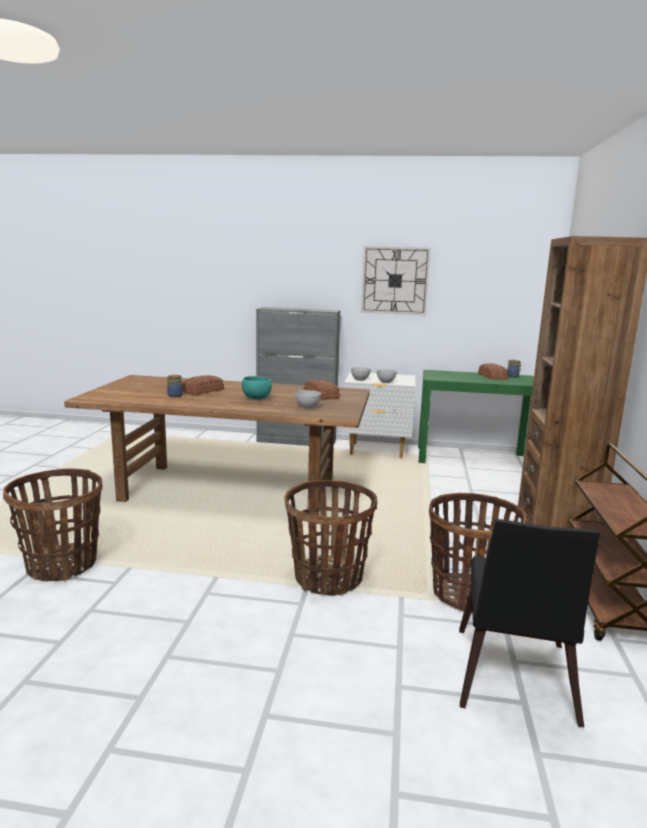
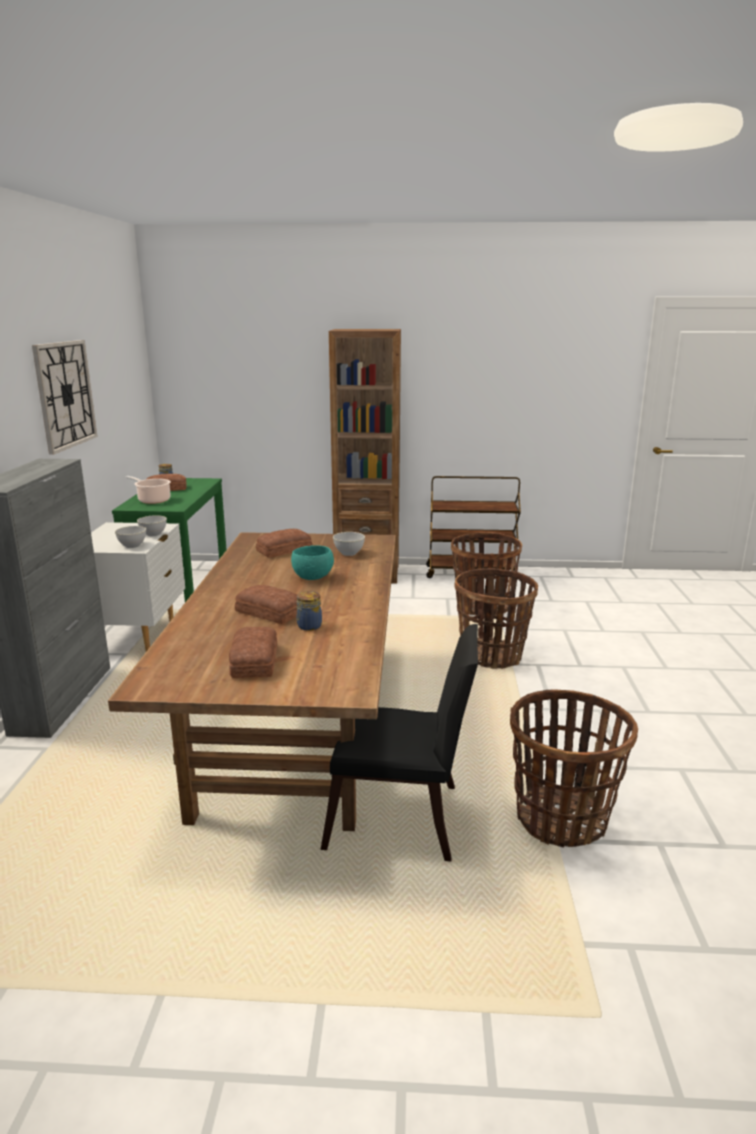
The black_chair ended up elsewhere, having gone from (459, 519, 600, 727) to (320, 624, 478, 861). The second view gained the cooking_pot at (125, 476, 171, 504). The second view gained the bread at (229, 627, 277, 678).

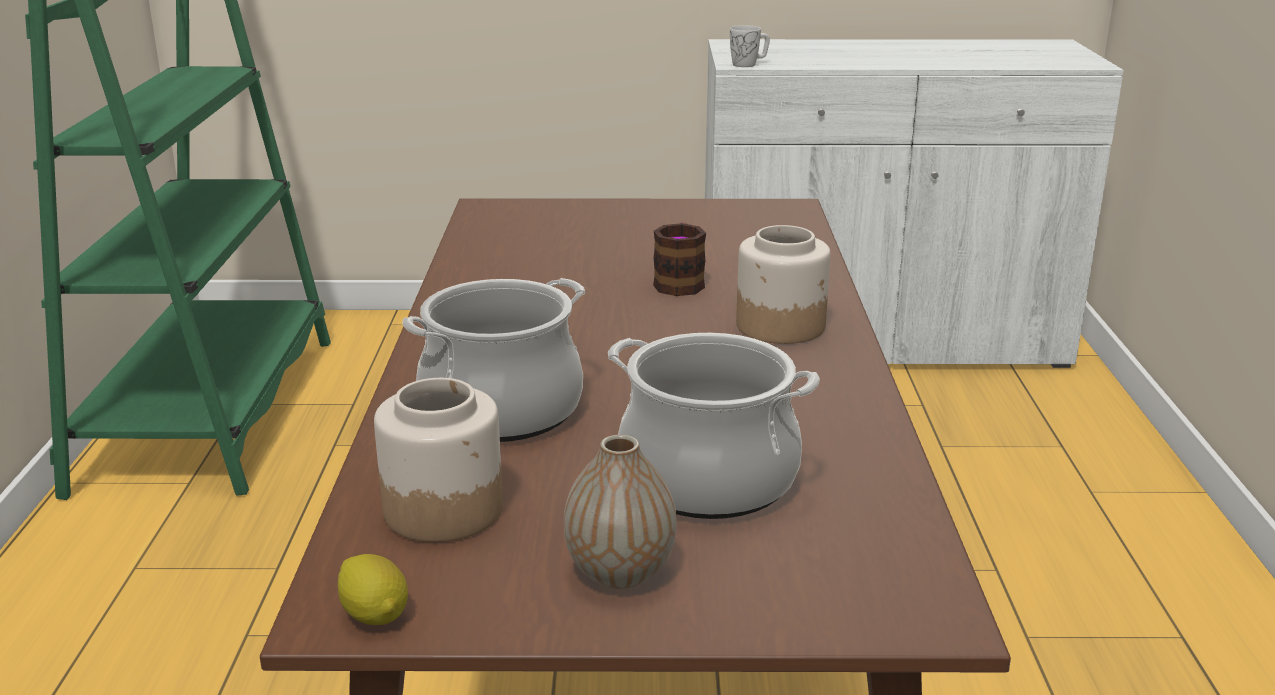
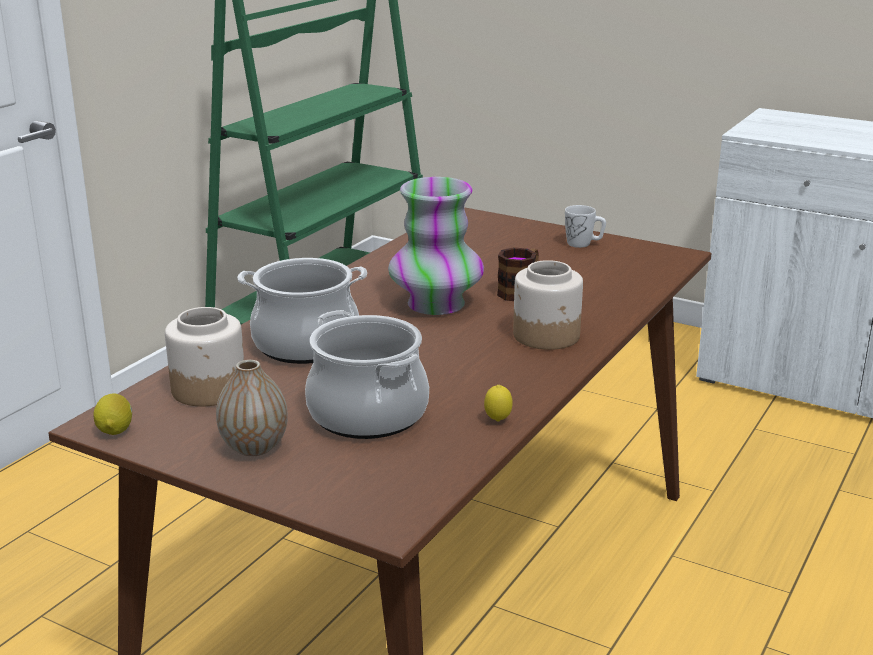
The white_mug ended up elsewhere, having gone from (730, 25, 770, 67) to (565, 205, 606, 248). The second view gained the vase at (388, 177, 484, 315). The second view gained the lemon at (484, 385, 513, 422).

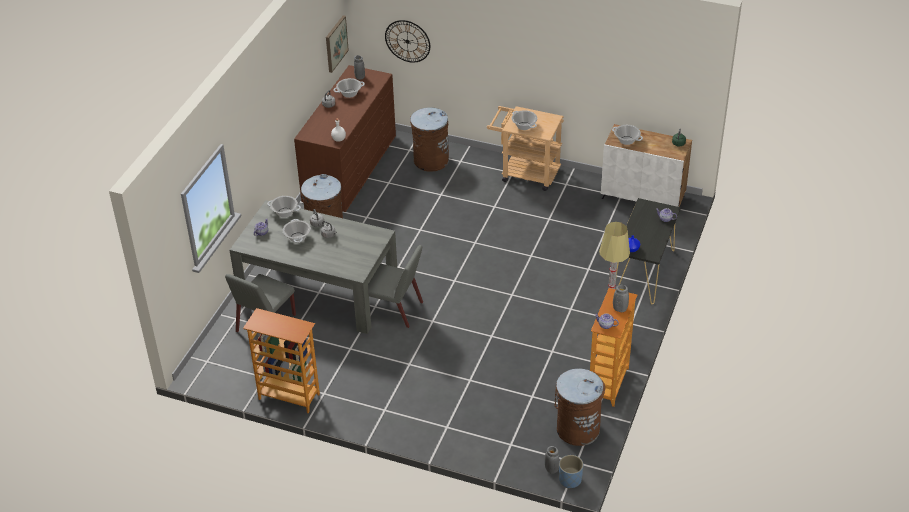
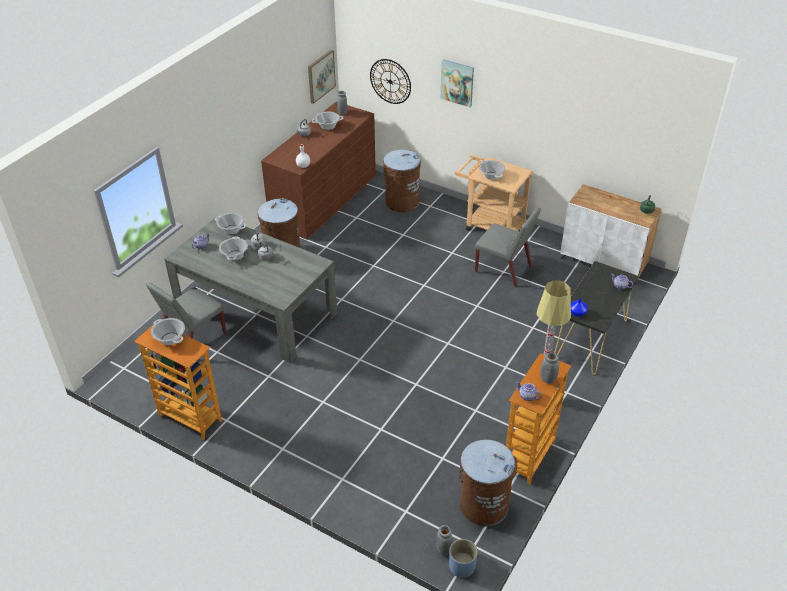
The grey_chair ended up elsewhere, having gone from (368, 245, 423, 328) to (475, 207, 541, 287). The cooking_pot ended up elsewhere, having gone from (612, 125, 643, 145) to (151, 318, 185, 345). The second view gained the picture at (440, 59, 474, 107).

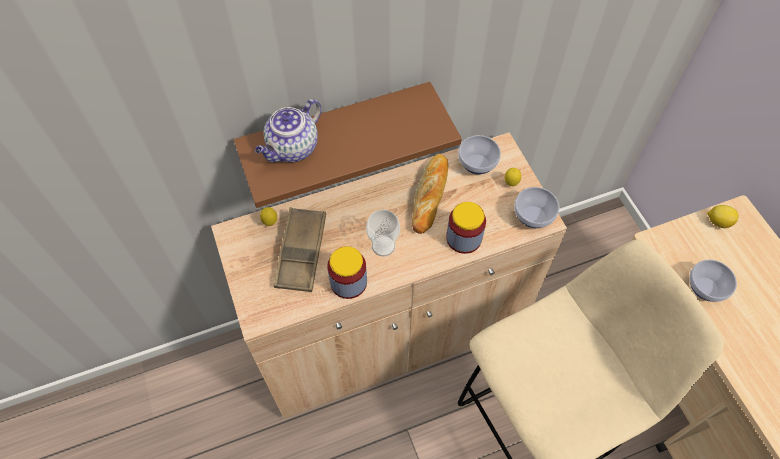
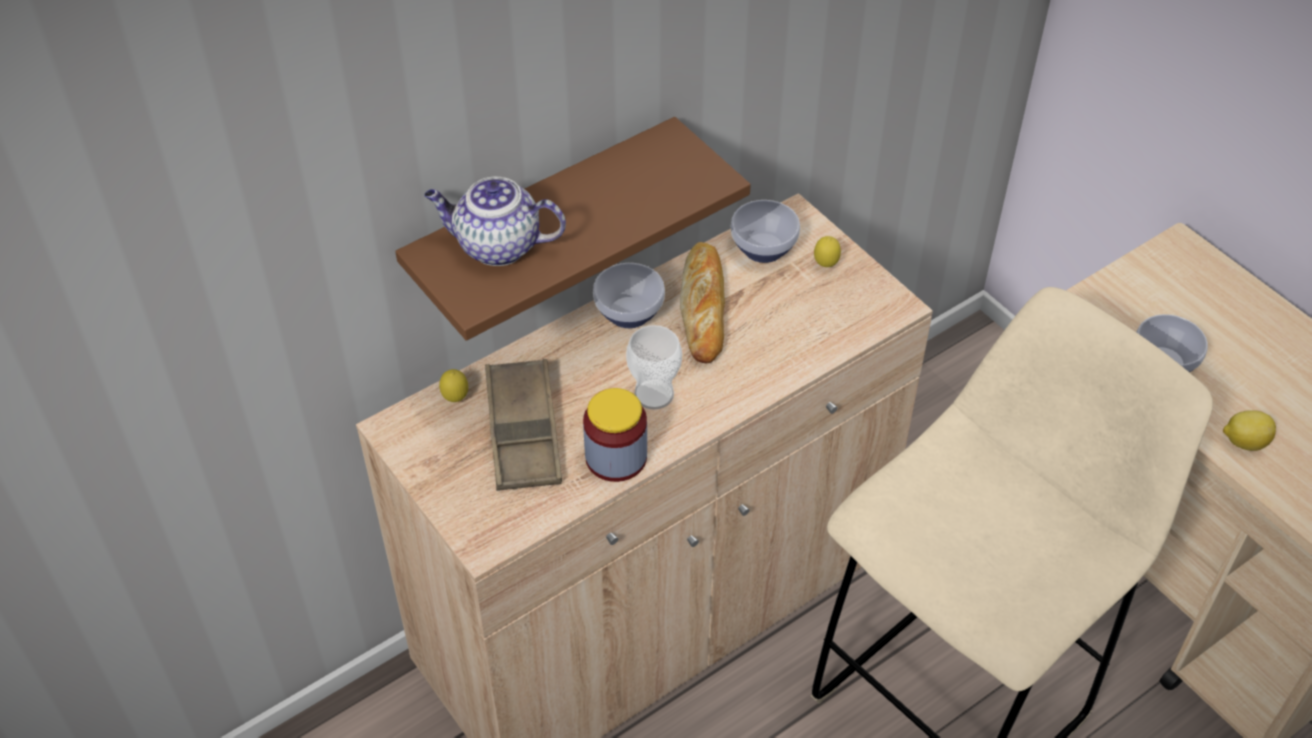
The teapot at (255, 99, 322, 162) ended up facing another way, 75 degrees clockwise from before. The second view lost the jar at (446, 202, 486, 254). The bowl ended up elsewhere, having gone from (514, 187, 559, 228) to (593, 263, 665, 328). The lemon ended up elsewhere, having gone from (707, 205, 739, 228) to (1223, 410, 1276, 451).

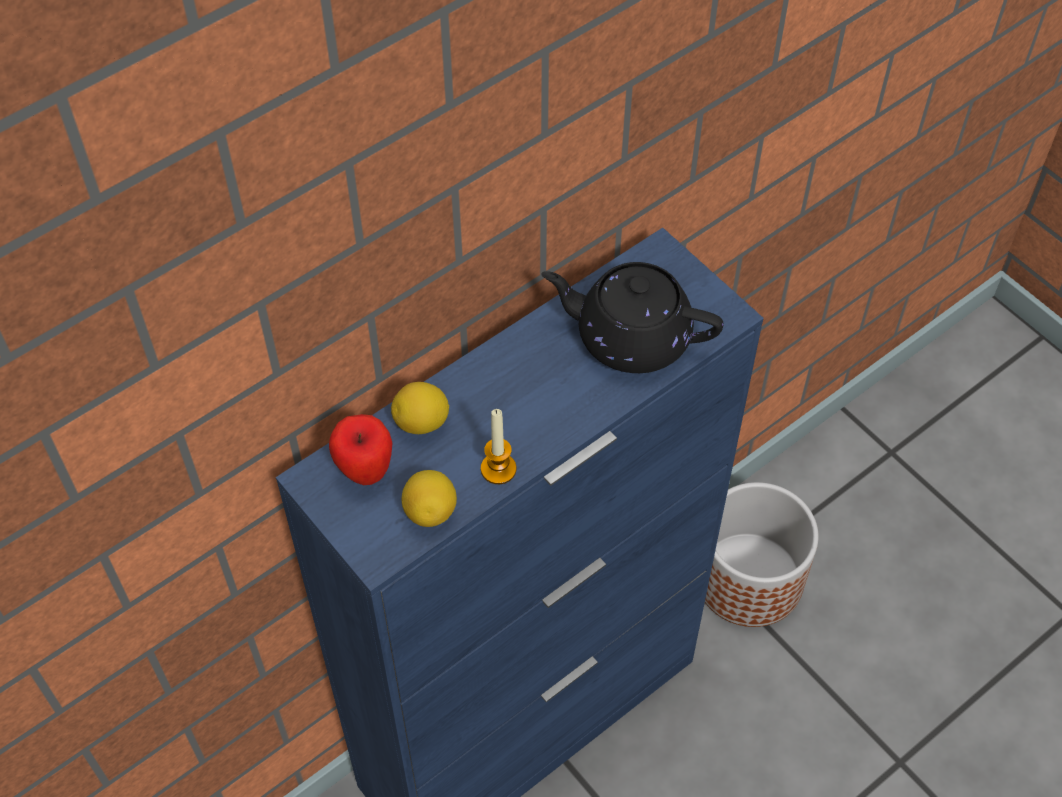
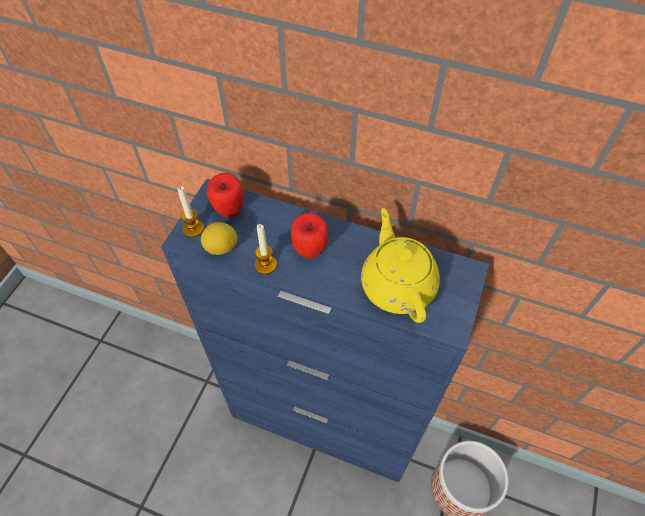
The second view lost the lemon at (391, 382, 449, 434). What was the black_teapot at (541, 262, 723, 373) turned into the yellow_teapot at (361, 208, 440, 323). The second view gained the candle at (177, 187, 204, 237). The second view gained the apple at (291, 212, 328, 259).

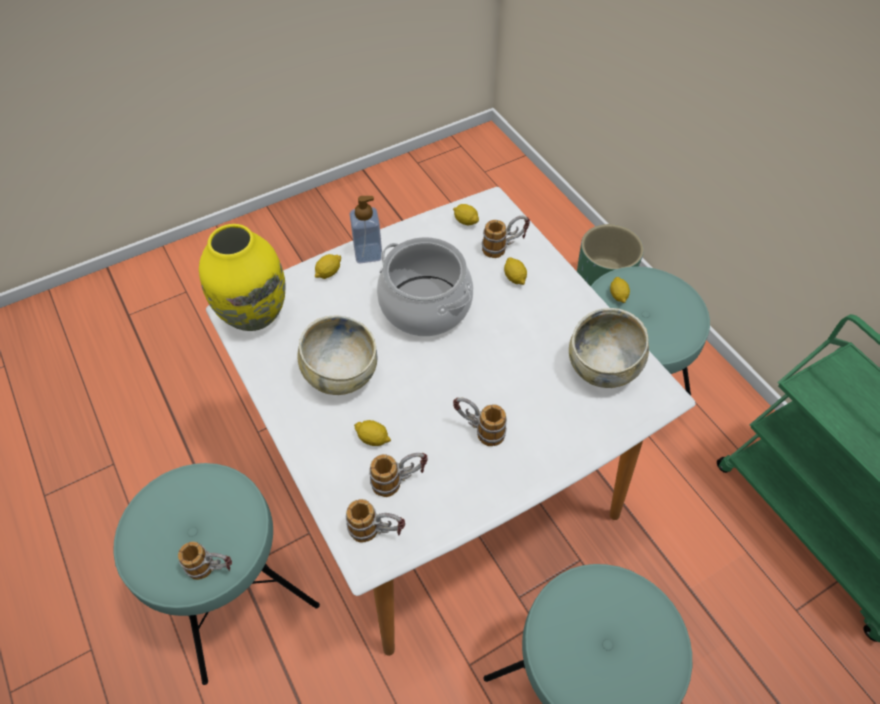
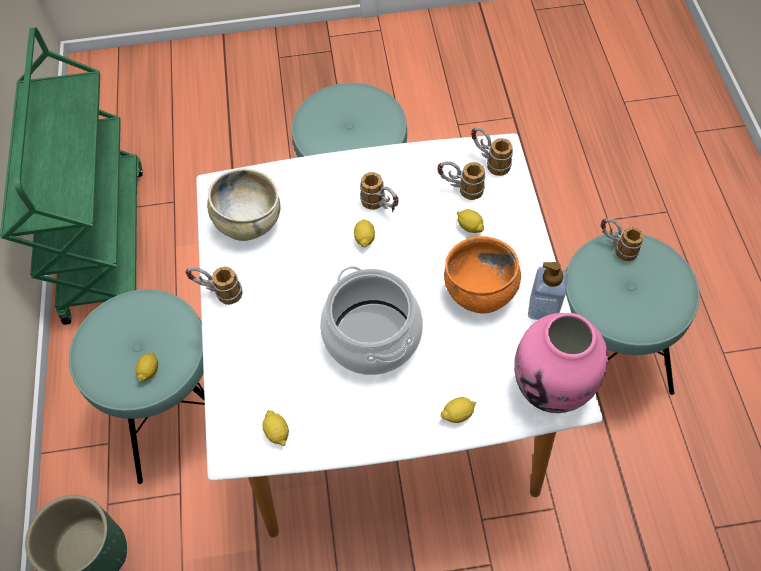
What was the yellow_vase at (199, 224, 285, 331) turned into the pink_vase at (514, 313, 608, 413). What was the beige_bowl at (297, 315, 377, 395) turned into the orange_bowl at (444, 236, 521, 313). The soap_dispenser ended up elsewhere, having gone from (349, 196, 382, 263) to (528, 262, 568, 320). The mug ended up elsewhere, having gone from (482, 216, 530, 258) to (185, 266, 243, 305). The lemon ended up elsewhere, having gone from (504, 257, 527, 285) to (354, 219, 375, 247).

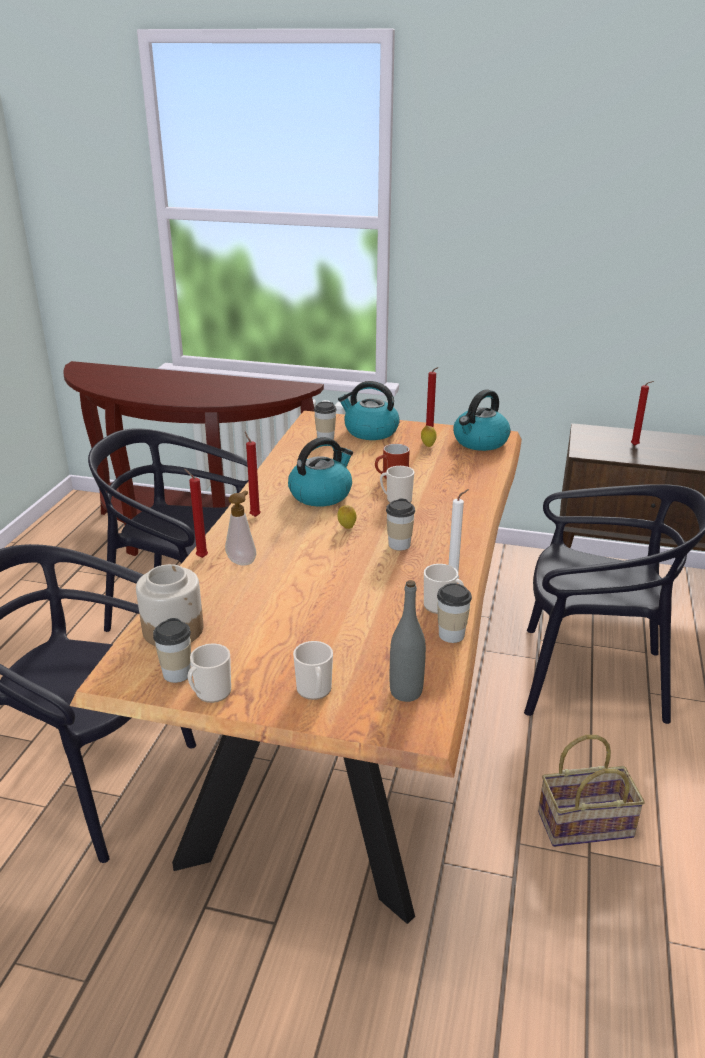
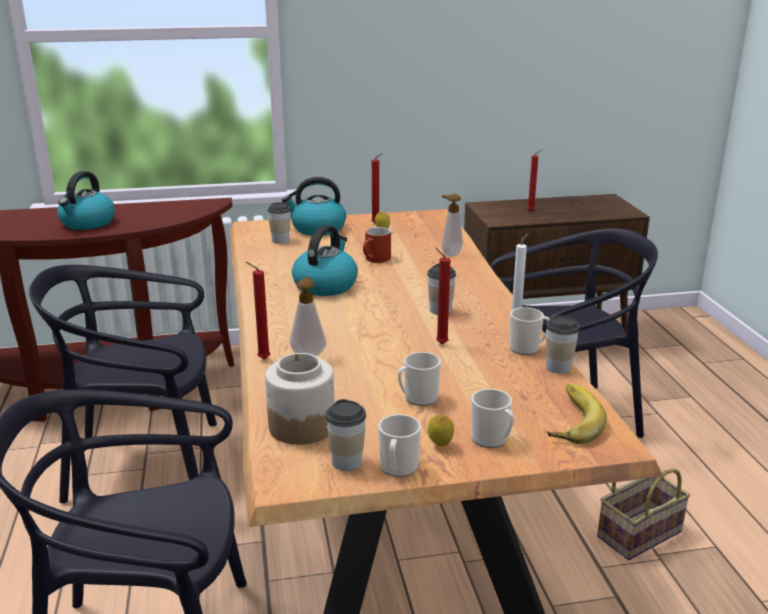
The red_candle ended up elsewhere, having gone from (245, 432, 261, 517) to (435, 247, 450, 344). The lemon ended up elsewhere, having gone from (338, 505, 357, 529) to (428, 415, 454, 446). The mug ended up elsewhere, having gone from (380, 466, 414, 503) to (398, 352, 441, 406). Where the grey_bottle stood at (390, 580, 426, 702), the banana came to stand at (548, 384, 607, 444). The kettle ended up elsewhere, having gone from (453, 389, 510, 451) to (57, 171, 115, 230). The second view gained the soap_dispenser at (442, 194, 463, 257).

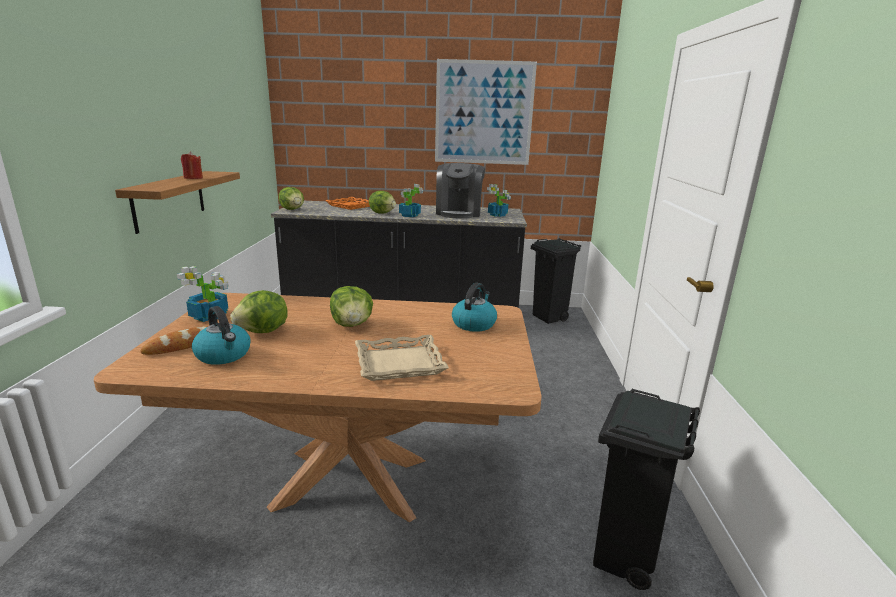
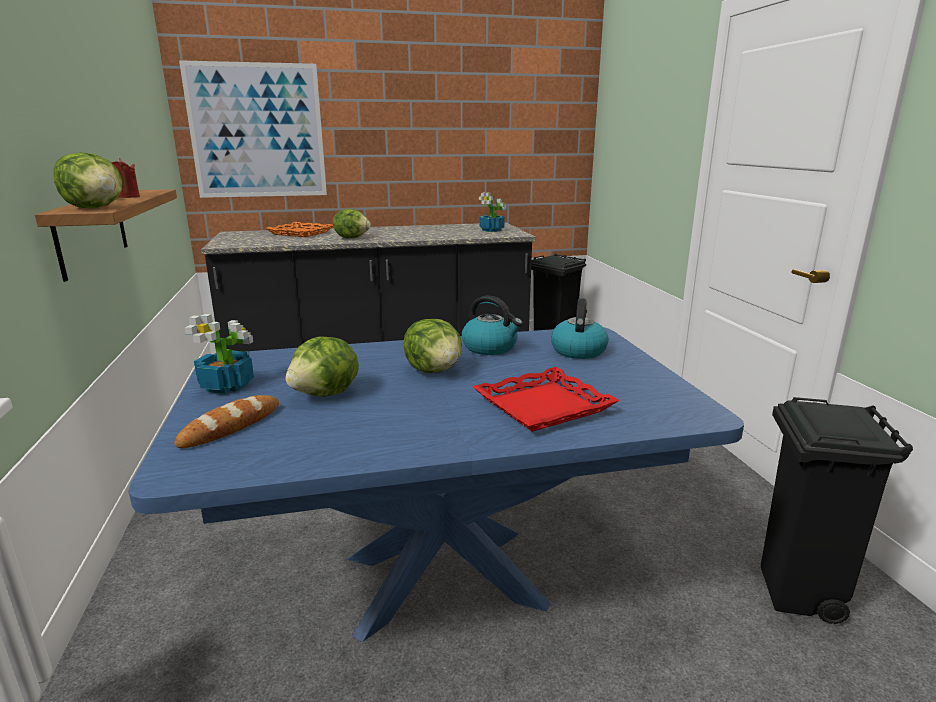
What was the brown_dining_table at (94, 293, 541, 522) turned into the blue_dining_table at (128, 327, 744, 642). The kettle ended up elsewhere, having gone from (192, 306, 250, 365) to (462, 296, 523, 355). The lettuce ended up elsewhere, having gone from (279, 187, 304, 210) to (53, 152, 123, 208). What was the beige_tray at (355, 335, 449, 381) turned into the red_tray at (473, 367, 620, 432). The second view lost the potted_plant at (399, 184, 423, 217). The picture ended up elsewhere, having gone from (435, 59, 537, 165) to (179, 60, 327, 198). The second view lost the coffee_machine at (436, 163, 485, 219).

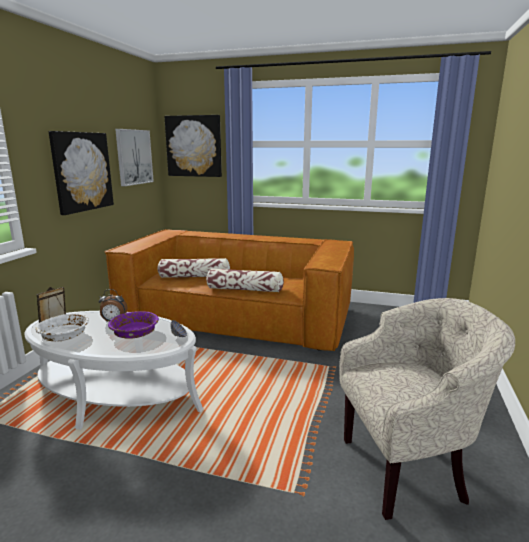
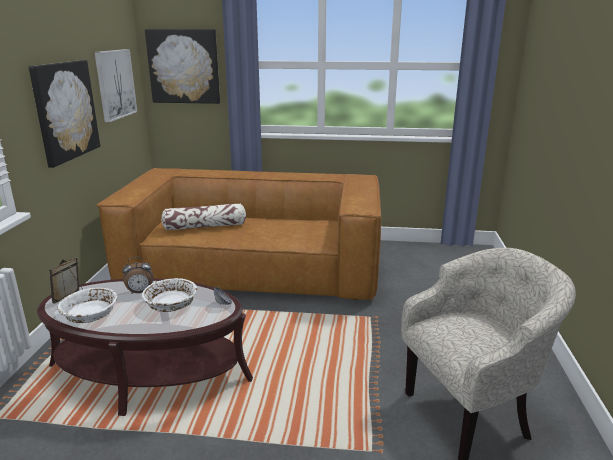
What was the white_coffee_table at (24, 311, 203, 430) turned into the brown_coffee_table at (37, 279, 253, 416). What was the purple_bowl at (108, 311, 159, 339) turned into the white_bowl at (142, 278, 197, 312). The second view lost the pillow at (206, 268, 284, 292).

